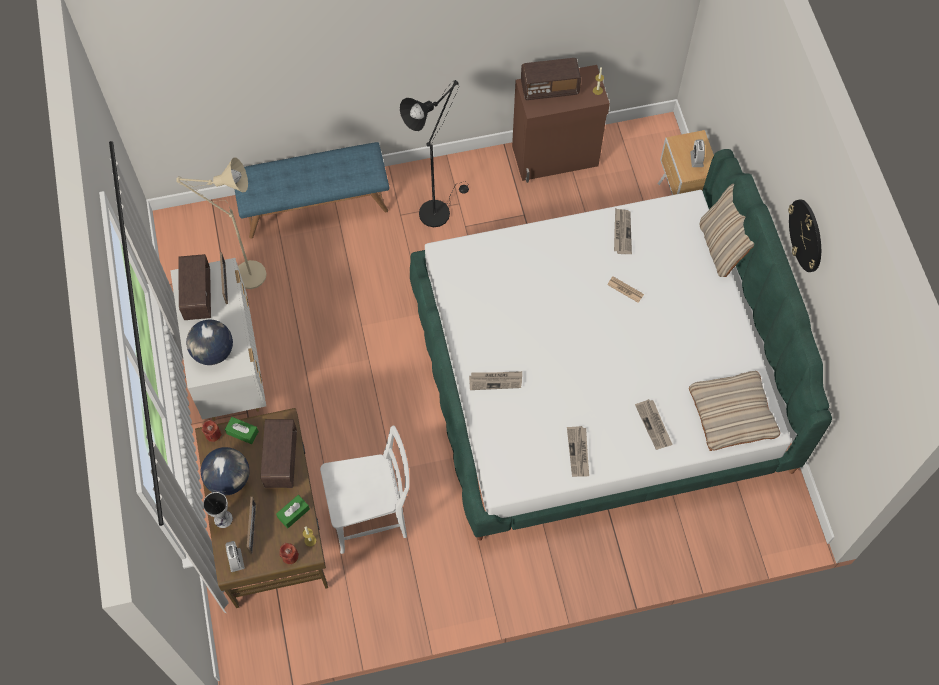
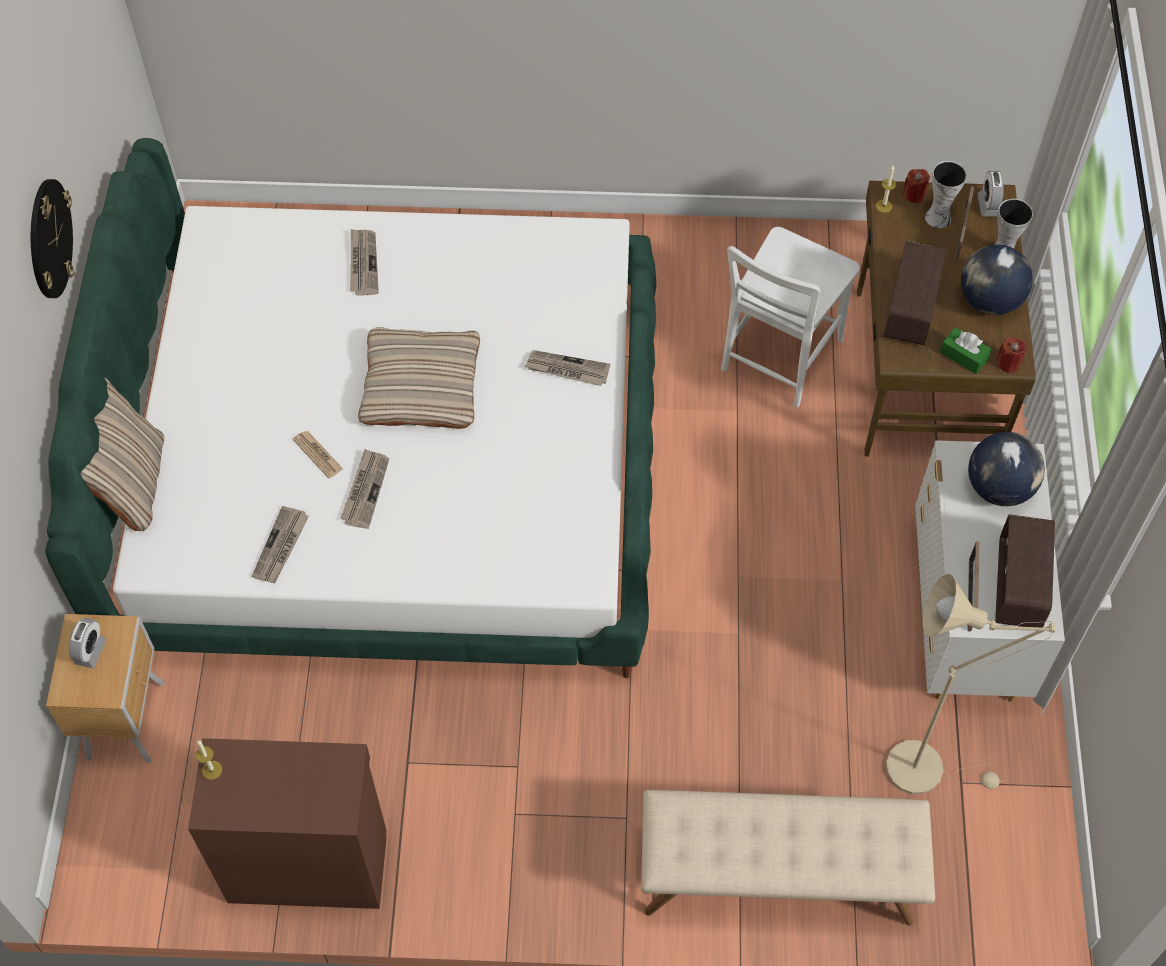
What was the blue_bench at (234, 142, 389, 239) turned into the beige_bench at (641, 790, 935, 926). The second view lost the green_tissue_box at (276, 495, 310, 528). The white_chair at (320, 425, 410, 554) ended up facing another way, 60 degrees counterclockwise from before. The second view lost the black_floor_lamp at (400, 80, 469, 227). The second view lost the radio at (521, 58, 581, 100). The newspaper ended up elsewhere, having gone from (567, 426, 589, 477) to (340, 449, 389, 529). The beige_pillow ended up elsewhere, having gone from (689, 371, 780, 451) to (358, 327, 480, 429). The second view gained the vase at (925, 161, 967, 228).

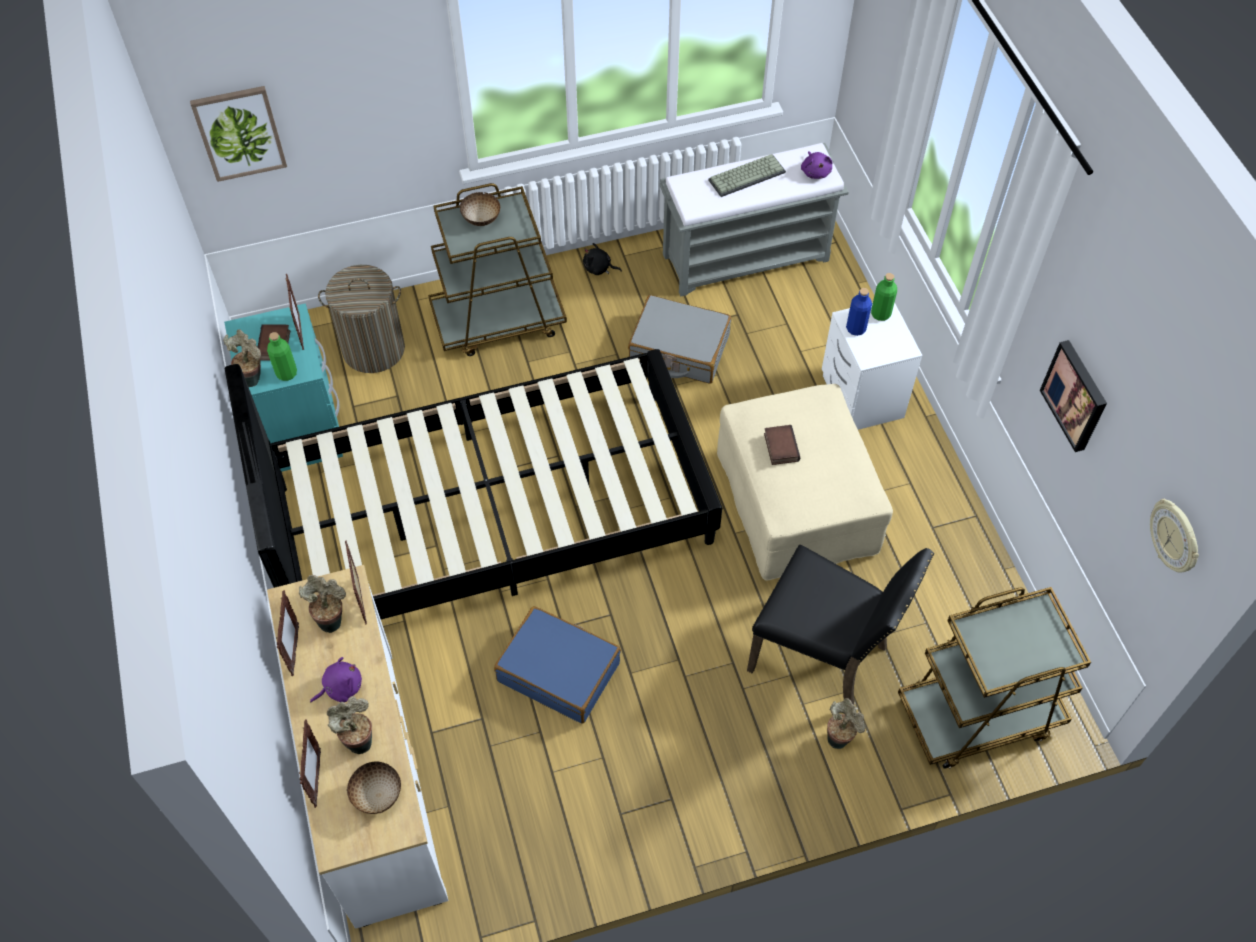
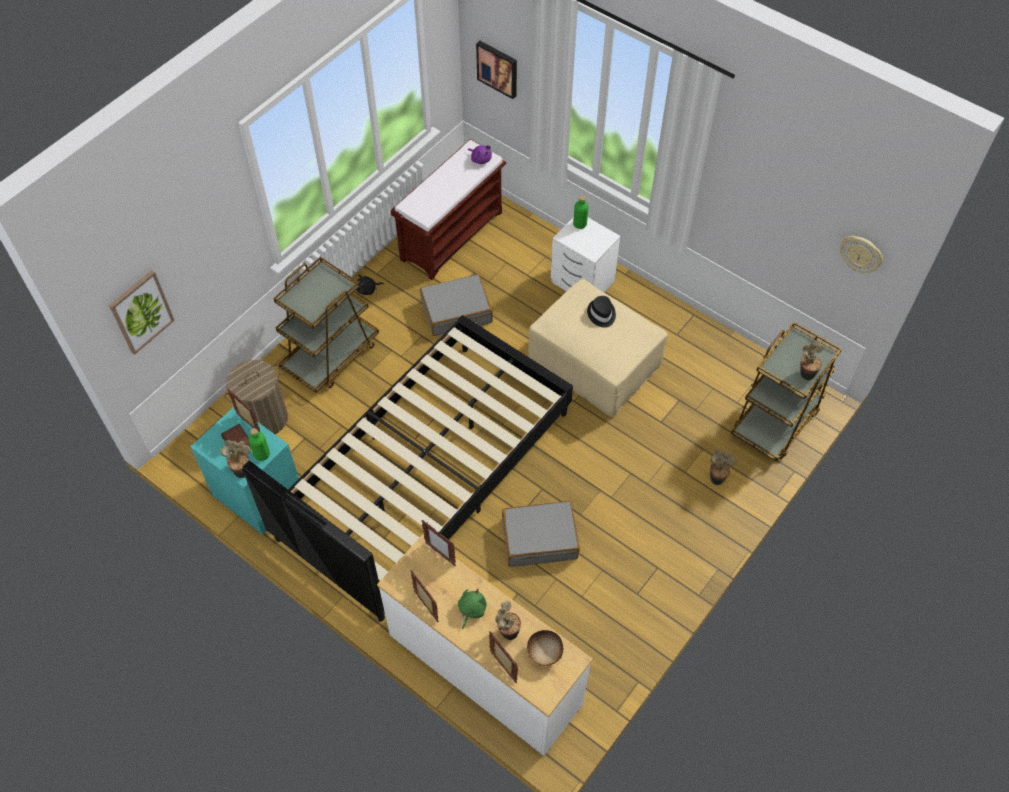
The potted_plant ended up elsewhere, having gone from (299, 575, 346, 633) to (800, 341, 824, 380). What was the purple_plush_toy at (310, 657, 362, 702) turned into the green_plush_toy at (458, 589, 487, 629). The second view lost the bowl at (460, 192, 500, 226). What was the blue_suitcase at (494, 606, 621, 724) turned into the grey_suitcase at (502, 501, 580, 567). What was the grey_bench at (660, 143, 849, 297) turned into the brown_bench at (391, 139, 506, 280). The second view lost the keyboard at (708, 154, 786, 197). The second view lost the black_chair at (747, 545, 934, 705). The second view lost the book at (764, 425, 800, 465). The second view lost the blue_bottle at (846, 288, 872, 336). The picture ended up elsewhere, having gone from (1040, 340, 1107, 452) to (476, 41, 517, 99). The second view gained the black_hat at (587, 296, 616, 328).

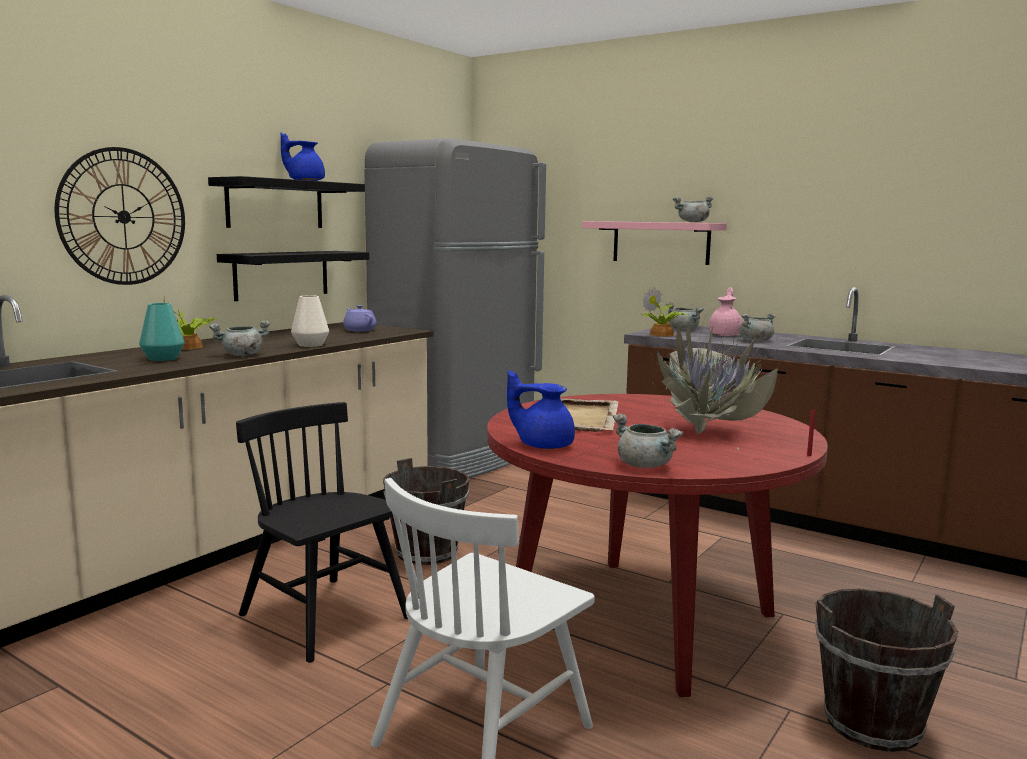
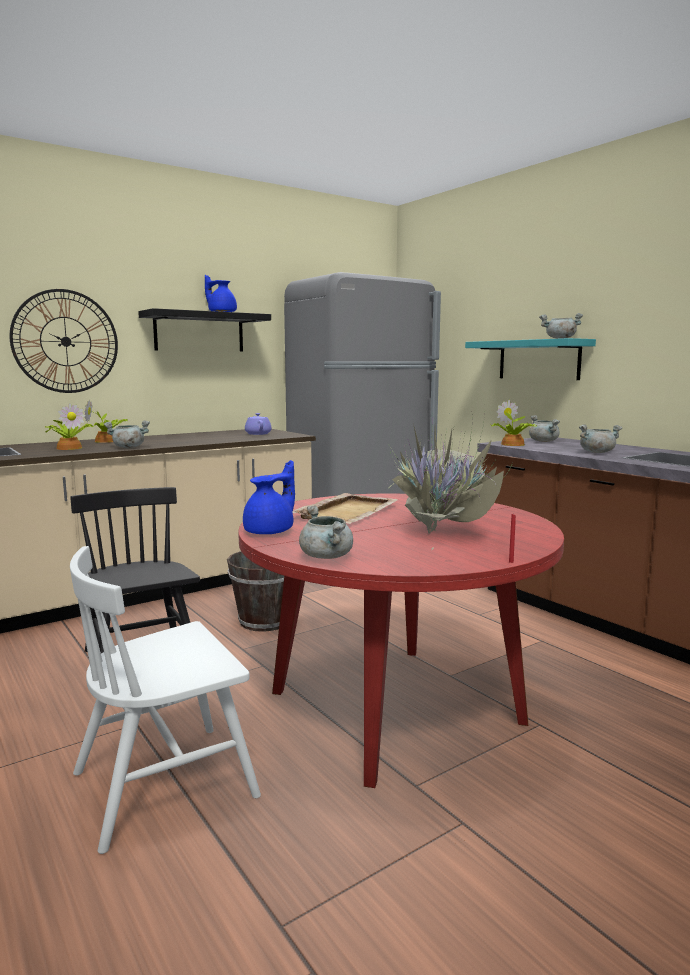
Where the turquoise_vase stood at (139, 303, 185, 361), the potted_plant came to stand at (45, 403, 94, 450). The second view lost the black_shelf at (217, 251, 369, 301). The second view lost the white_vase at (291, 295, 329, 347). The blue_teapot at (507, 370, 575, 449) ended up facing another way, 90 degrees clockwise from before. What was the pink_shelf at (582, 221, 727, 265) turned into the turquoise_shelf at (465, 338, 596, 380). The second view lost the pink_teapot at (708, 287, 743, 336). The second view lost the brown_bucket at (815, 589, 959, 752).

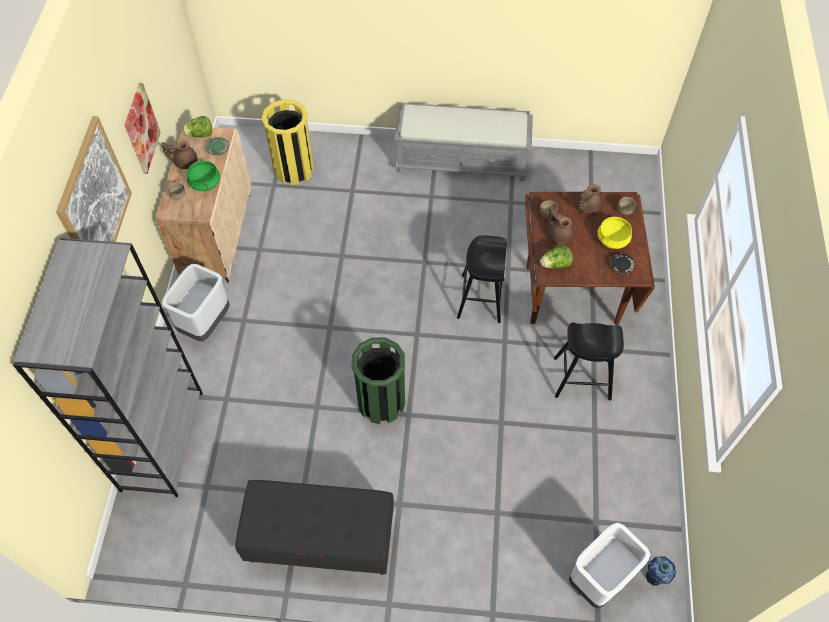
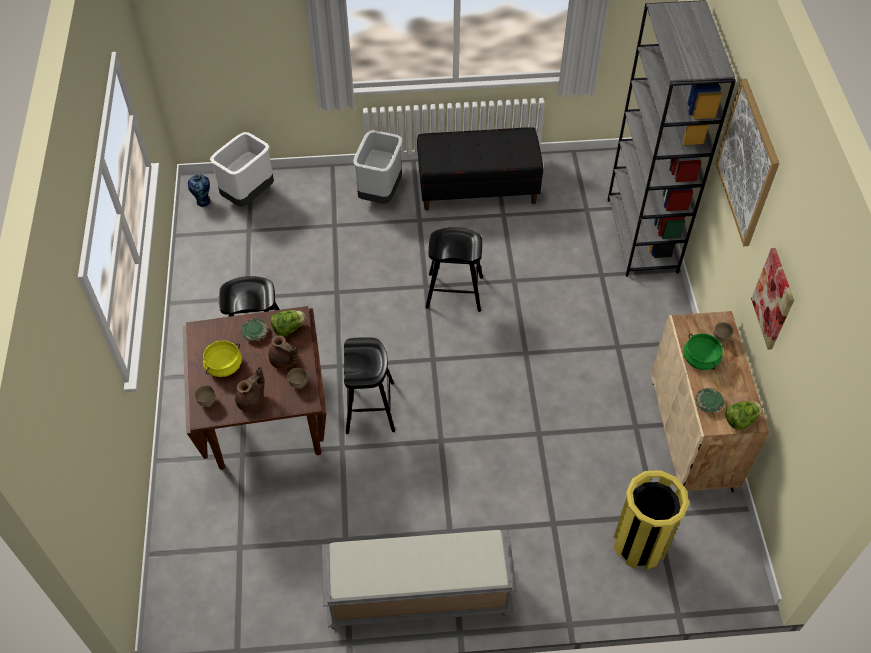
The second view lost the brown_teapot at (161, 140, 197, 169). The grey_trash_can ended up elsewhere, having gone from (162, 264, 230, 342) to (353, 130, 402, 204). Where the green_trash_can stood at (352, 338, 405, 424), the black_stool came to stand at (425, 227, 483, 312). The second view lost the black_plate at (611, 253, 635, 274). The second view gained the green_plate at (241, 319, 268, 341).

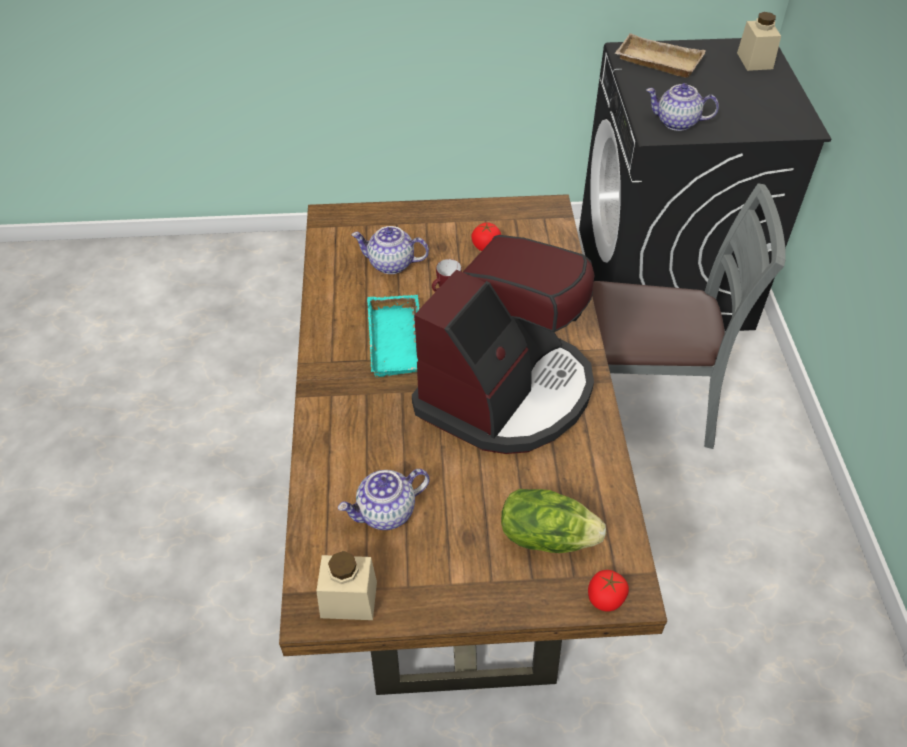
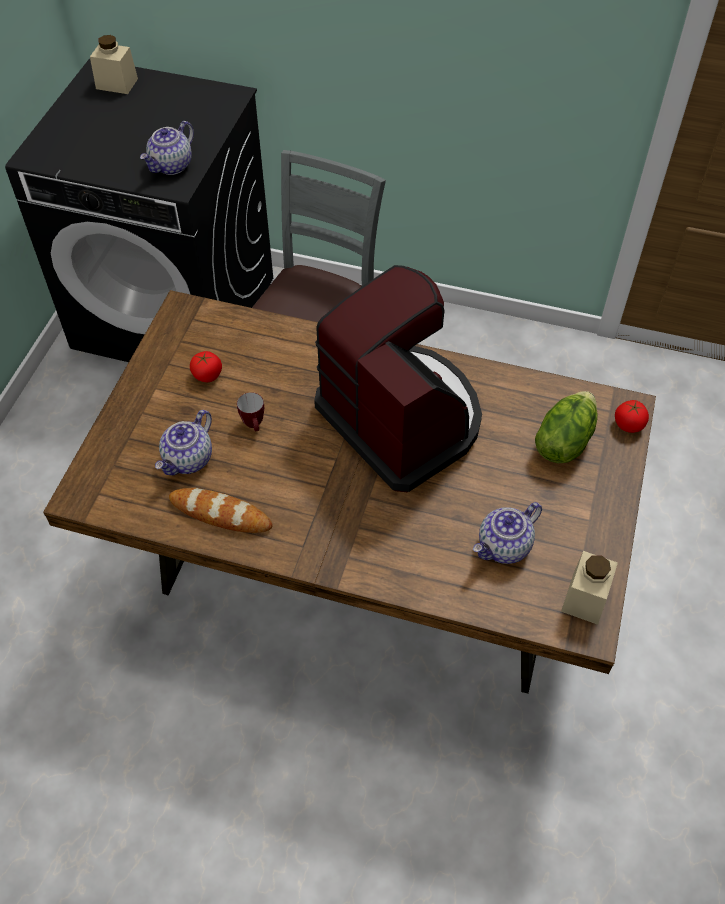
The teapot at (338, 469, 430, 530) ended up facing another way, 60 degrees clockwise from before. The second view lost the turquoise_tray at (367, 295, 419, 378). The second view lost the beige_tray at (615, 33, 706, 78). The second view gained the bread at (169, 488, 272, 533).

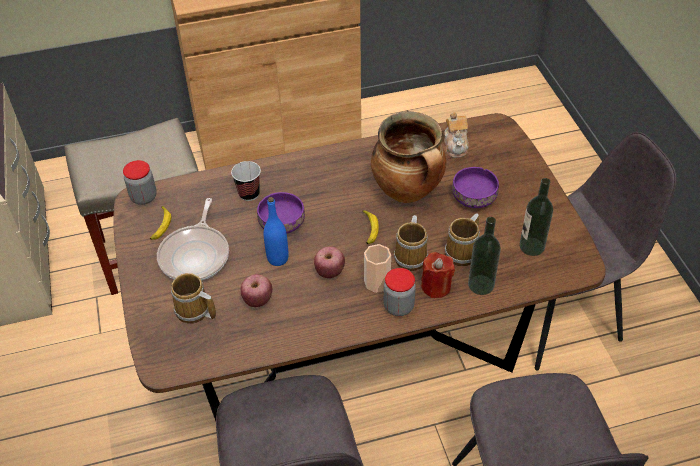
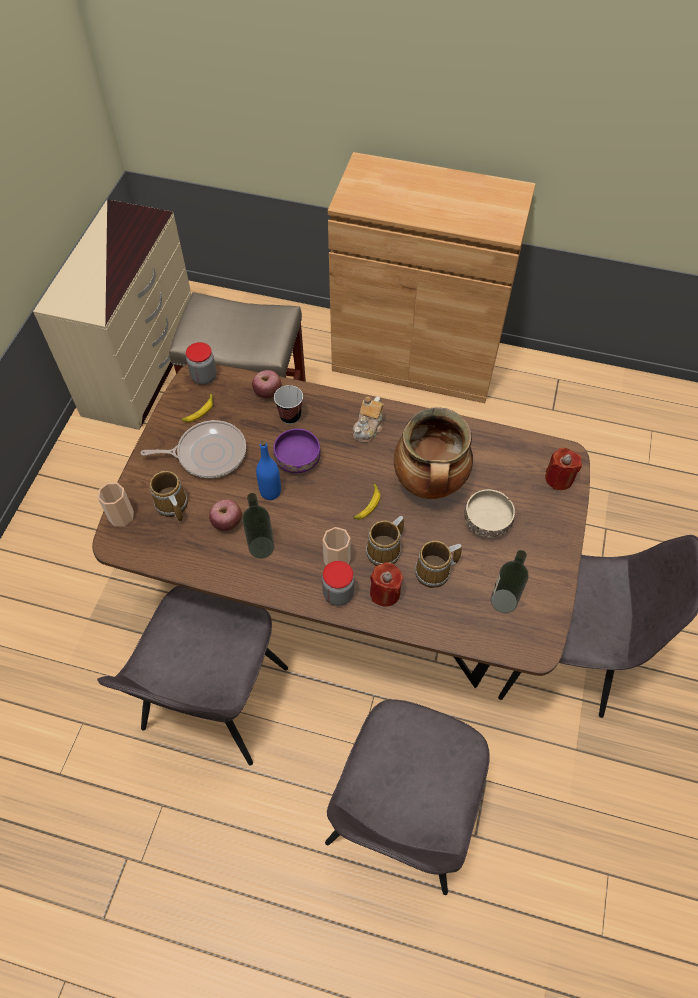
The frying_pan at (157, 198, 229, 281) ended up facing another way, 135 degrees counterclockwise from before. The apple ended up elsewhere, having gone from (314, 246, 345, 278) to (252, 370, 282, 399). The teapot ended up elsewhere, having gone from (444, 112, 469, 158) to (353, 396, 383, 443). What was the purple_bowl at (452, 167, 499, 208) turned into the beige_bowl at (464, 489, 515, 538). The bottle ended up elsewhere, having gone from (468, 217, 501, 295) to (242, 493, 275, 559). The second view gained the cup at (98, 483, 134, 526). The second view gained the red_candle at (545, 448, 582, 490).

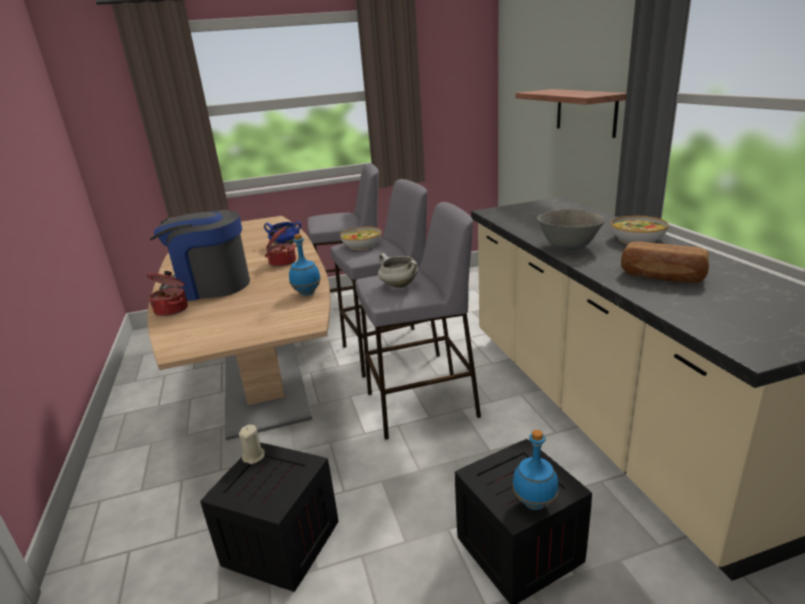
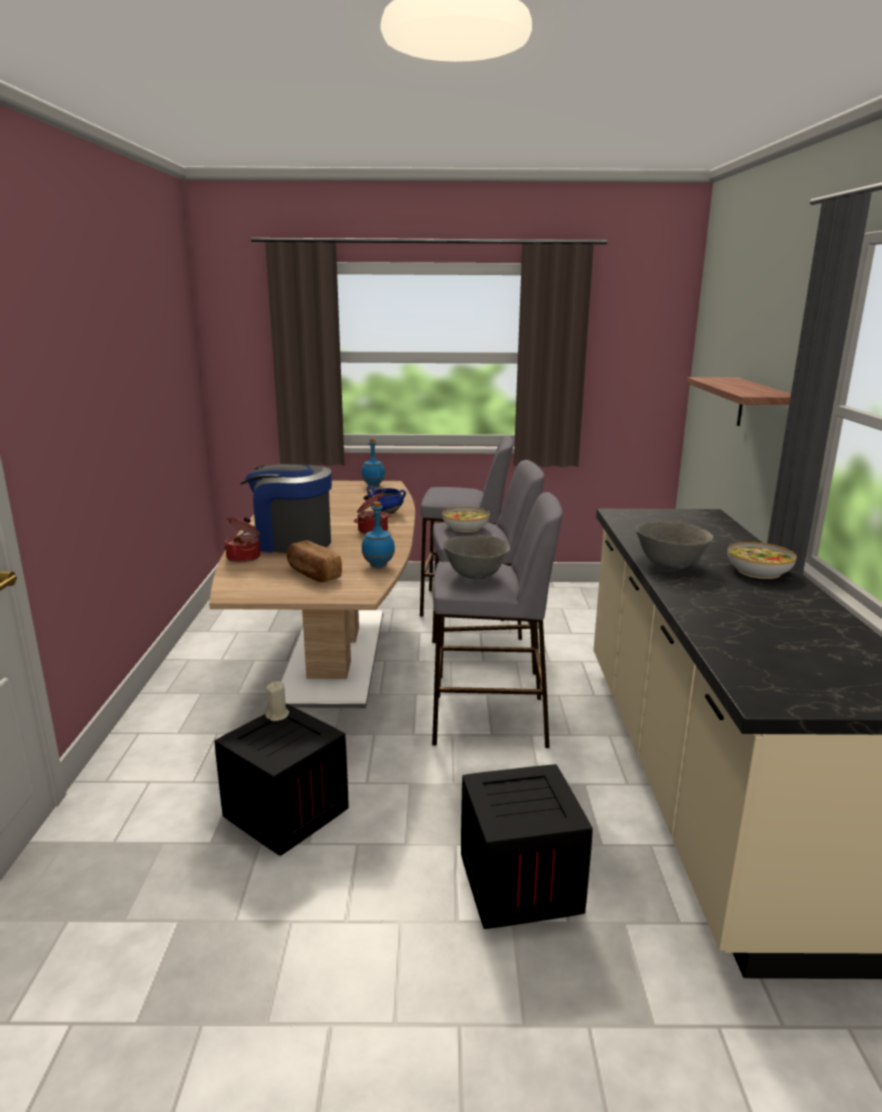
Where the white_cooking_pot stood at (378, 253, 419, 288), the grey_bowl came to stand at (443, 535, 510, 579). The blue_bottle ended up elsewhere, having gone from (512, 430, 558, 510) to (362, 439, 385, 487). The bread ended up elsewhere, having gone from (621, 242, 709, 283) to (287, 540, 342, 582).

